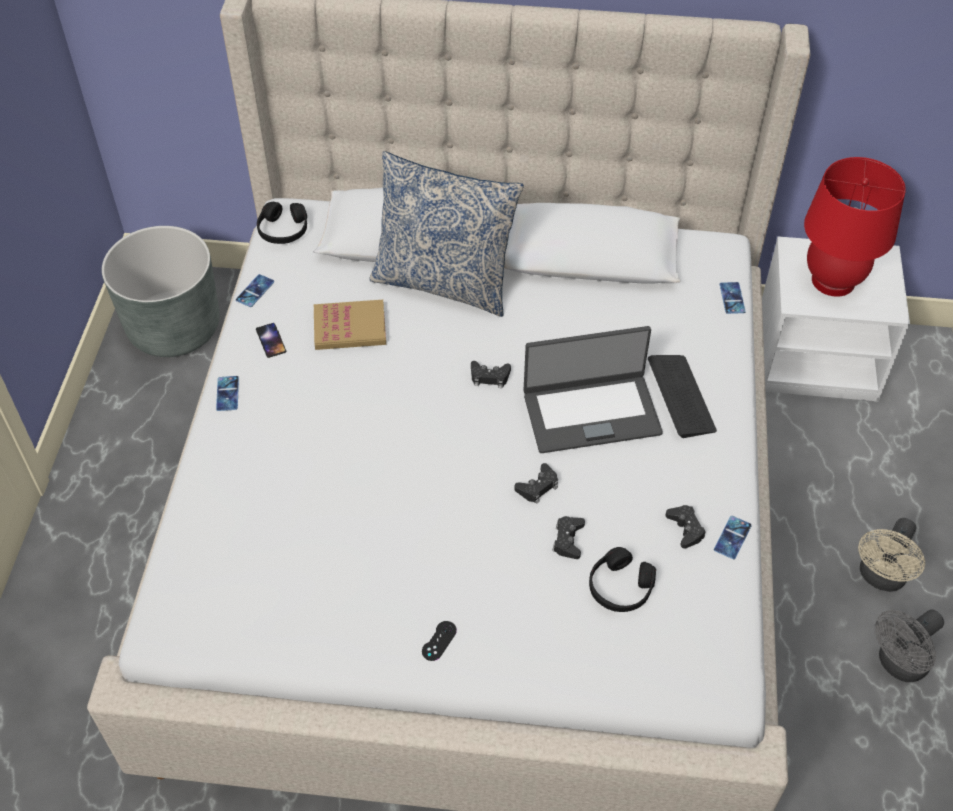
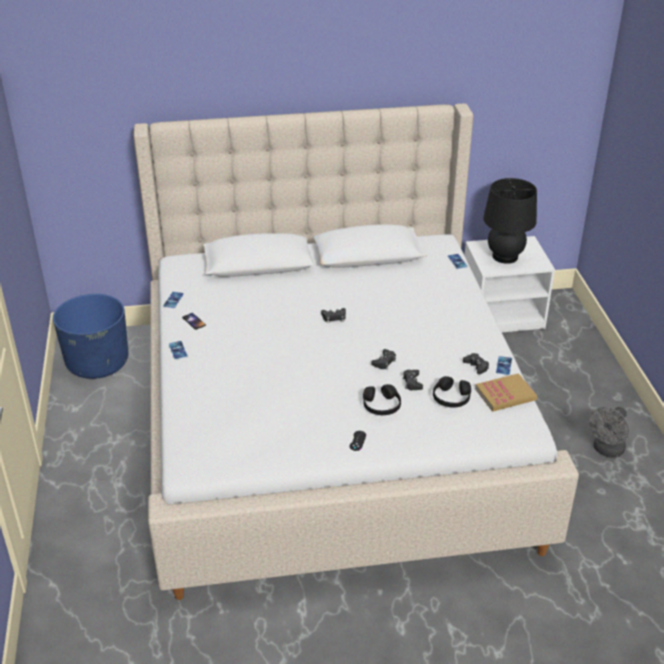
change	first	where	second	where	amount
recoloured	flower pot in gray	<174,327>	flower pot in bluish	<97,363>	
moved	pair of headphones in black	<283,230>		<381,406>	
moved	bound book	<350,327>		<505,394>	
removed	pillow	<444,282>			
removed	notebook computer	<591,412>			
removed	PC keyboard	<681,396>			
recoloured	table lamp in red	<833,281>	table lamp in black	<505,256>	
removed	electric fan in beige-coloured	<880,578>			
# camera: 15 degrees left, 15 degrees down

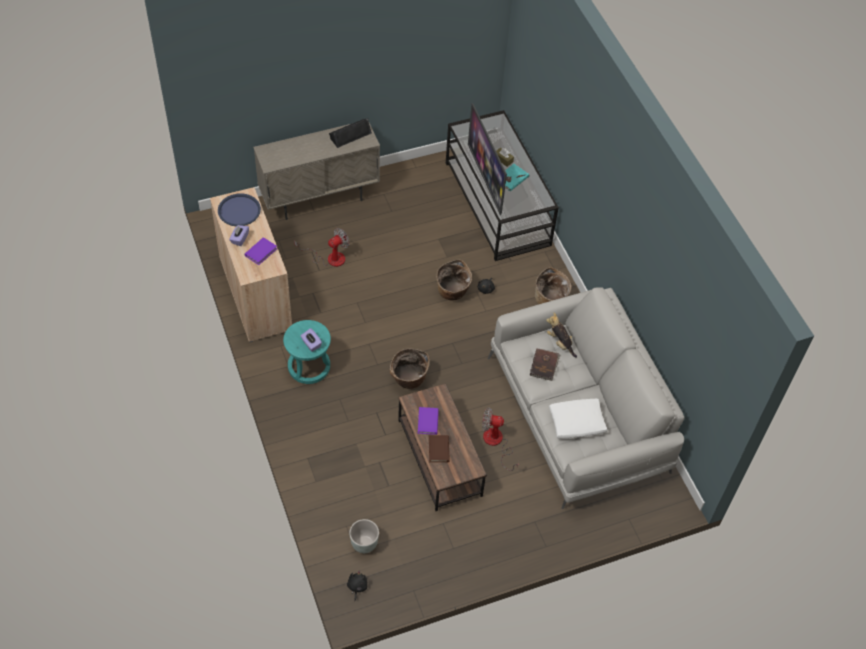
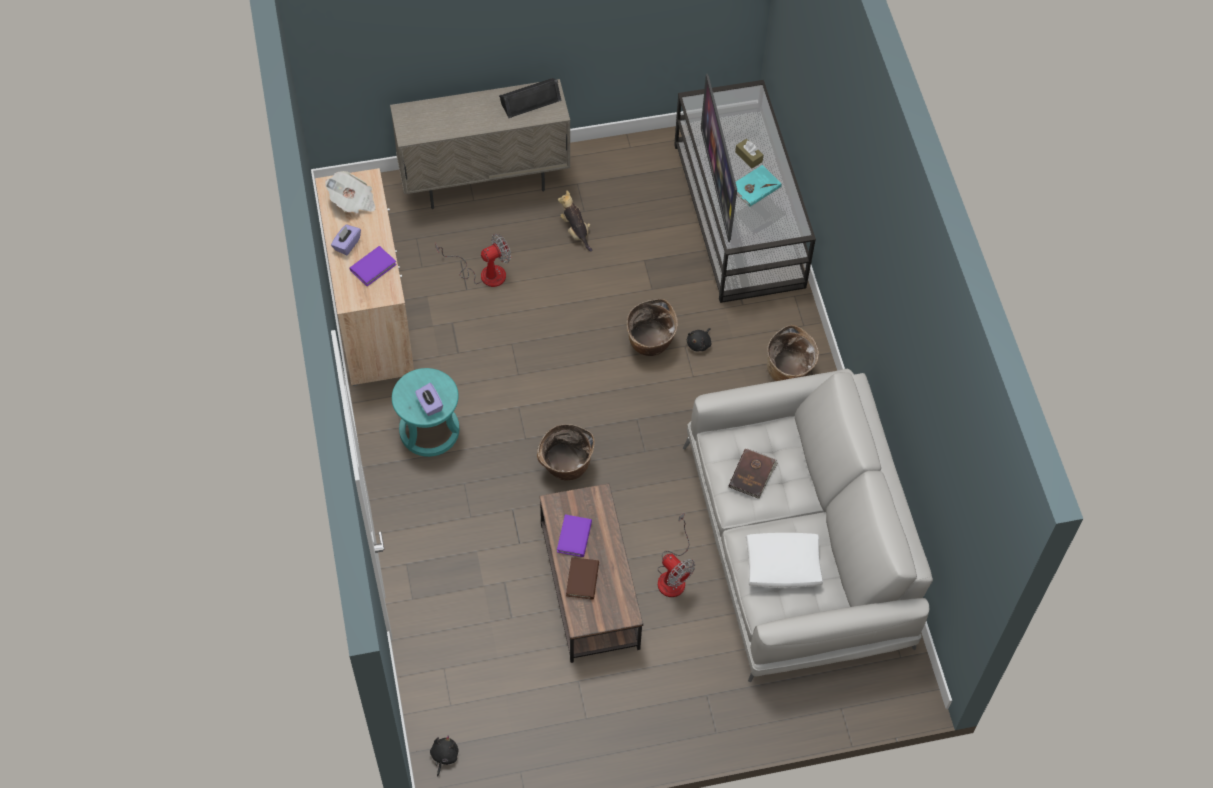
change	first	where	second	where	amount
replaced	carrying tray in bluish	<239,210>	daily paper	<353,201>	
removed	flower pot in gray	<364,544>			
turned	electric fan	<496,443>		<673,574>	150 degrees counterclockwise
moved	cuddly toy	<560,343>		<575,231>	
# camera: 10 degrees right, 5 degrees up

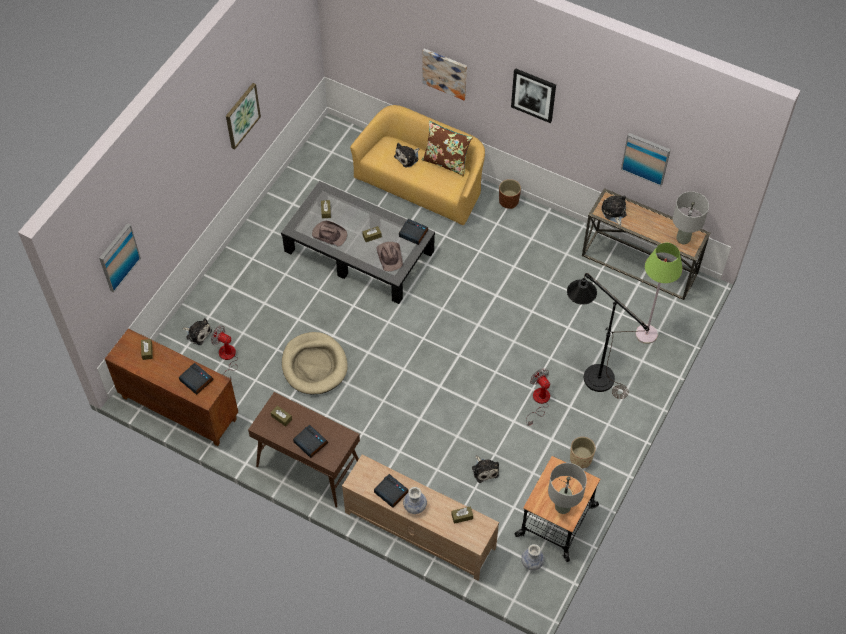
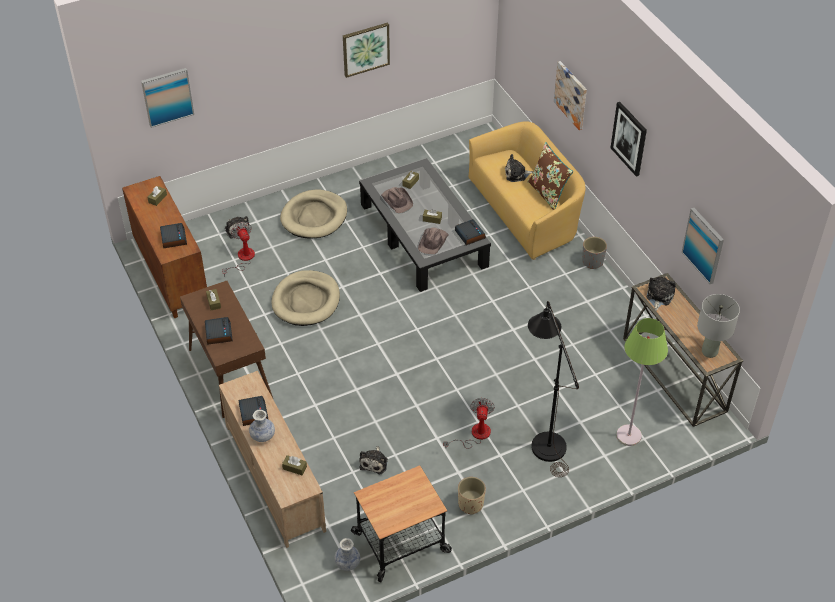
change	first	where	second	where	amount
recoloured	flower pot in brown	<509,201>	flower pot in gray	<592,262>	
removed	table lamp in gray	<562,507>			
added			dog cushion in beige-coloured	<314,217>	
# camera: 35 degrees right, 10 degrees down

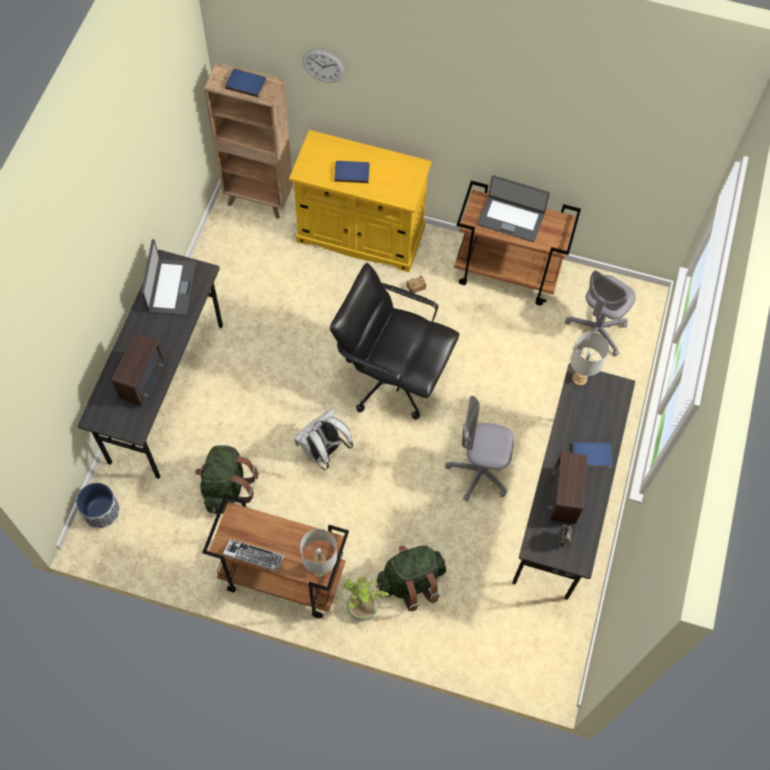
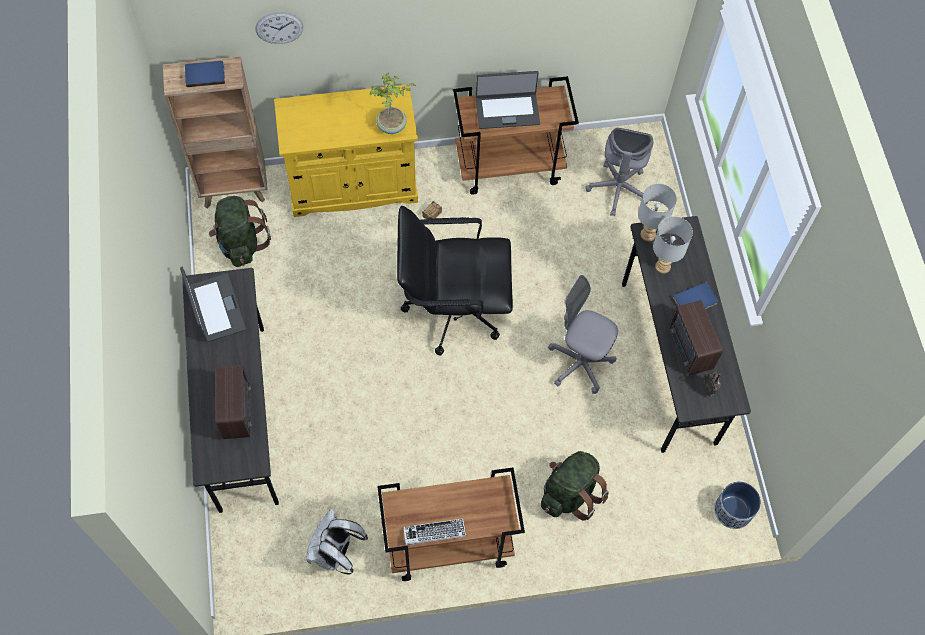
change	first	where	second	where	amount
moved	flower pot	<101,511>		<733,511>	
moved	knapsack in green	<226,487>		<241,243>	
moved	knapsack in white-coloured	<323,451>		<336,553>	
moved	table lamp in gray	<320,570>		<662,267>	
removed	bound book in bluish	<352,172>			
moved	potted plant	<362,608>		<392,126>	
turned	office chair in gray	<479,472>		<580,363>	45 degrees clockwise
# camera: 25 degrees left, 0 degrees up

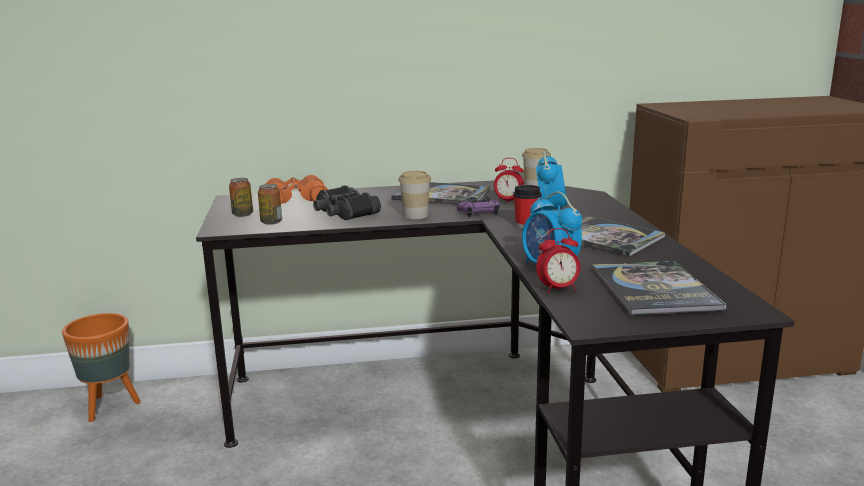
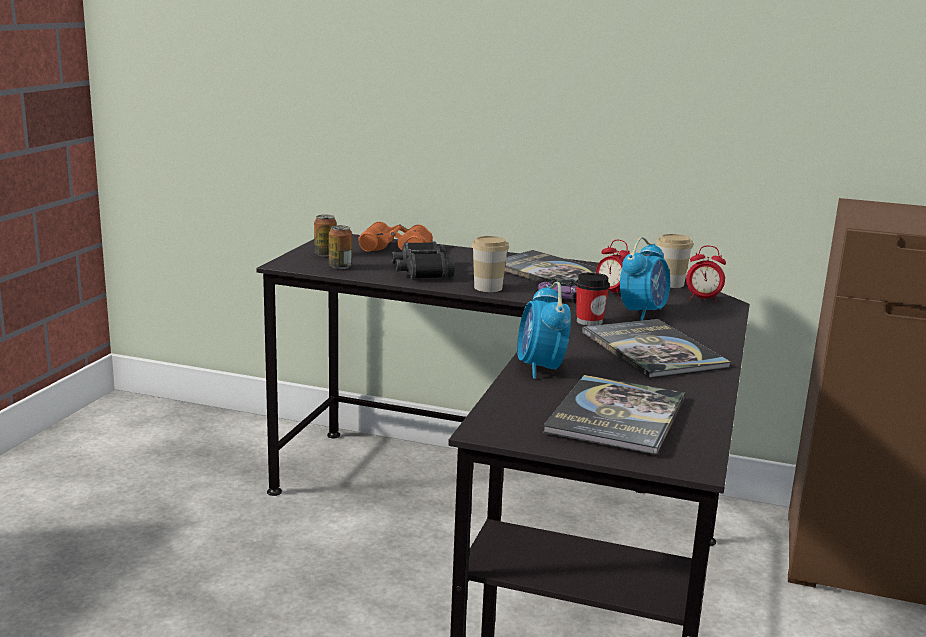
change	first	where	second	where	amount
removed	flower pot in orange-coloured	<110,407>			
moved	table clock	<558,289>		<703,299>	
# camera: 25 degrees right, 0 degrees up

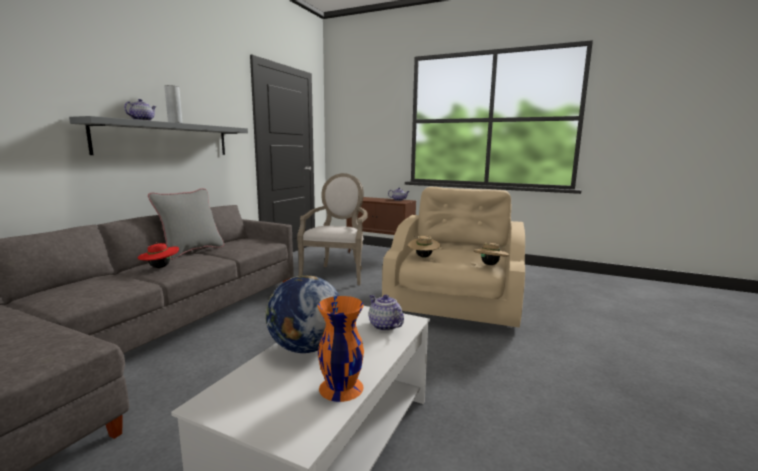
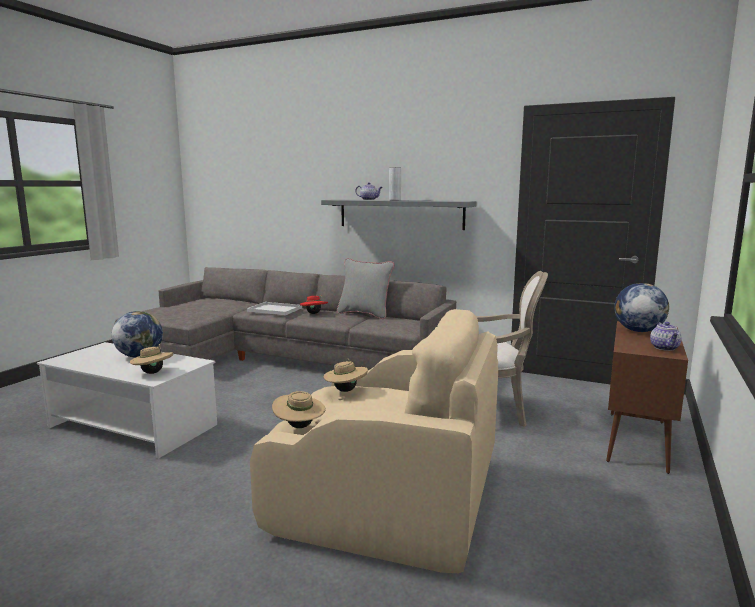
change	first	where	second	where	amount
removed	flower vase in orange-coloured	<340,387>			
replaced	teapot	<384,325>	wearable hat in beige-coloured	<153,372>	
added			carrying tray in white-coloured	<276,309>	
added			globe	<638,331>	
# camera: 90 degrees right, 0 degrees up

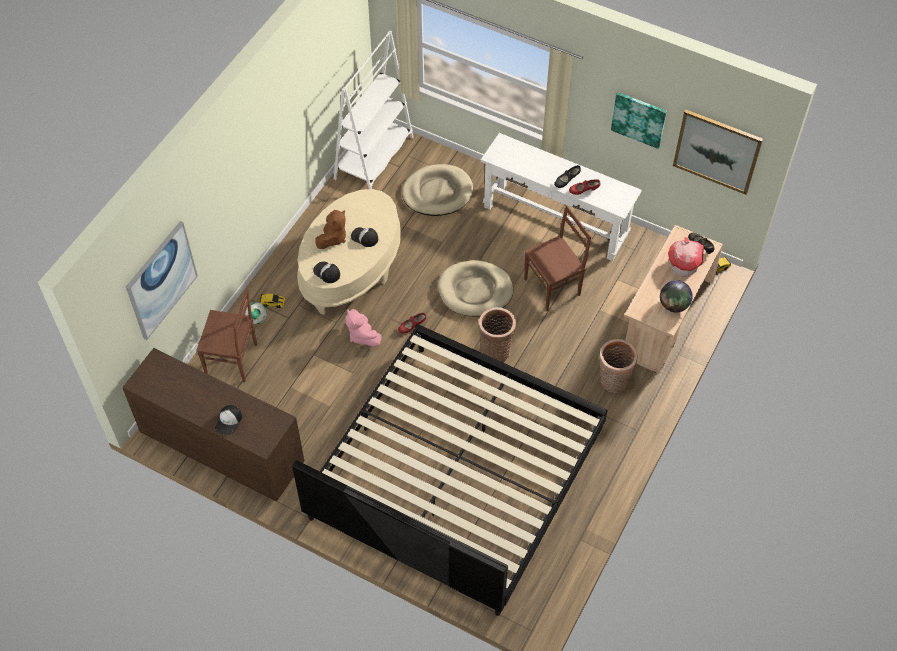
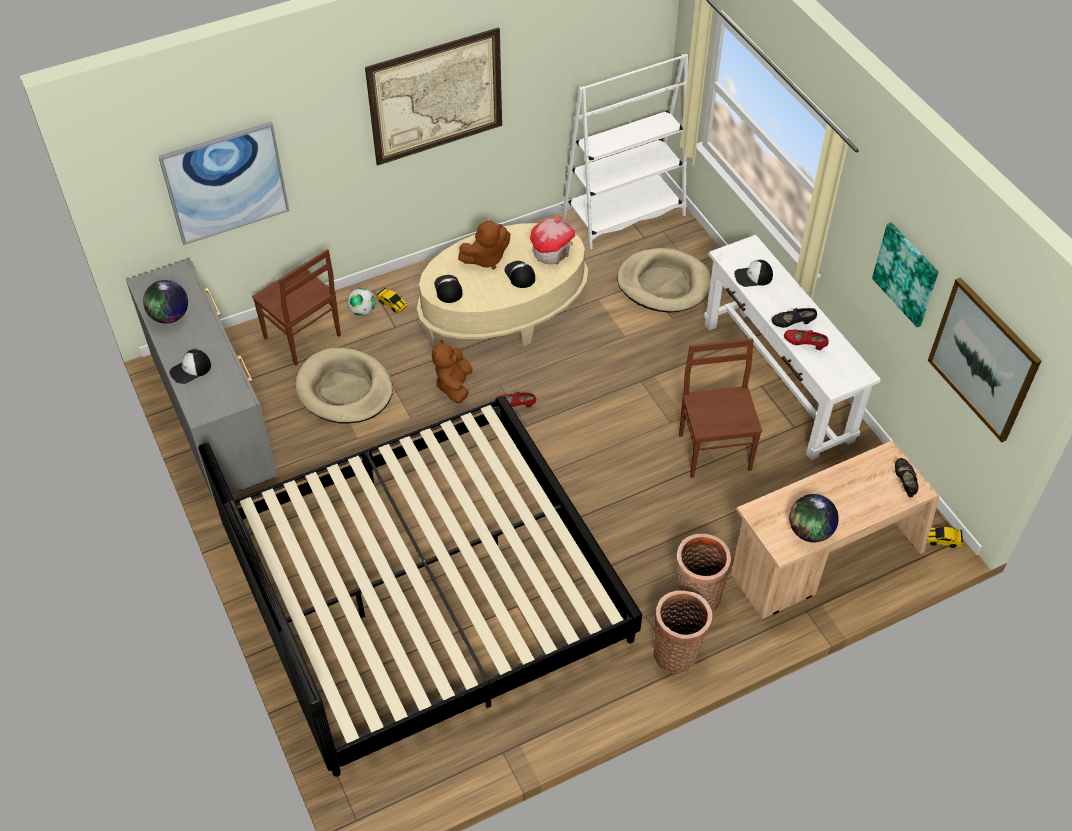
change	first	where	second	where	amount
recoloured	dresser in brown	<222,449>	dresser in gray	<214,418>	
recoloured	cuddly toy in pink-coloured	<362,335>	cuddly toy in brown	<454,386>	
moved	dog cushion in beige-coloured	<475,291>		<344,389>	
moved	storage basket	<495,350>		<677,652>	
turned	plain chair in brown	<553,286>		<714,450>	105 degrees counterclockwise
moved	toy house	<683,265>		<551,252>	
added			globe	<170,316>	
added			wall art	<436,96>	
added			peaked cap	<753,277>	
# camera: 35 degrees right, 5 degrees down

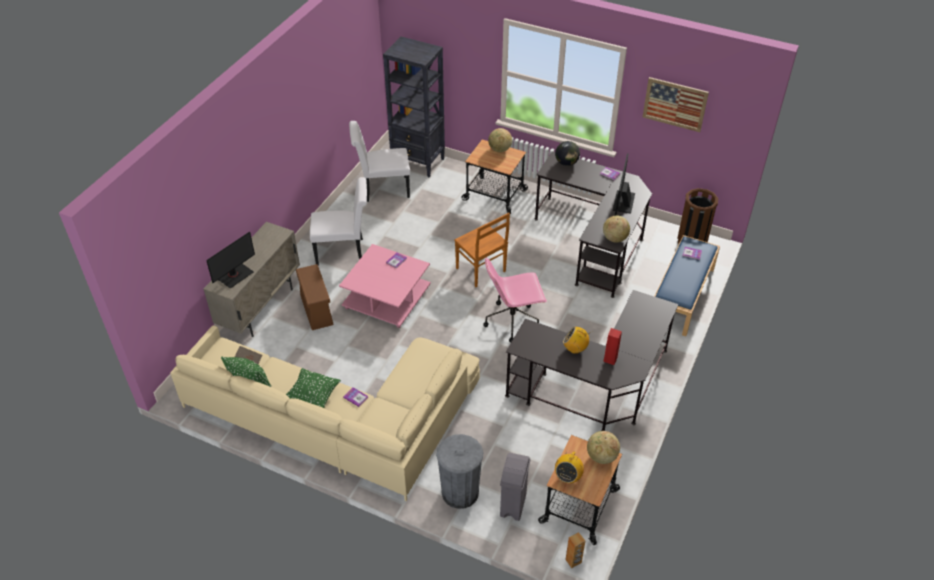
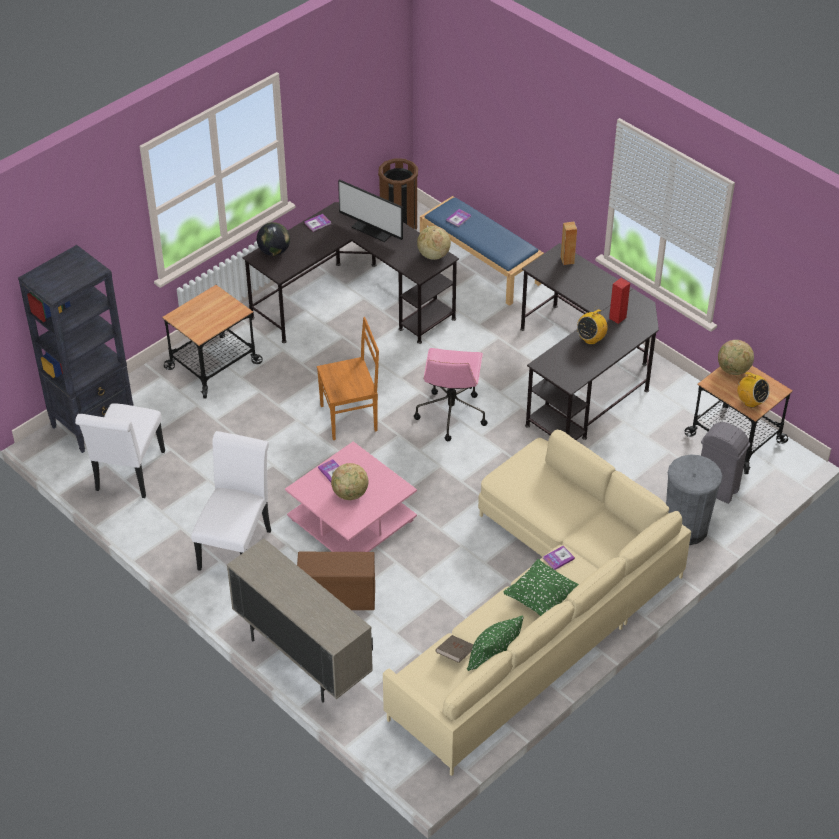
change	first	where	second	where	amount
removed	monitor	<235,275>			
moved	globe	<499,149>		<350,494>	
moved	audio speaker in brown	<573,561>		<567,260>	
removed	wall art	<675,104>			
# camera: 70 degrees left, 0 degrees up

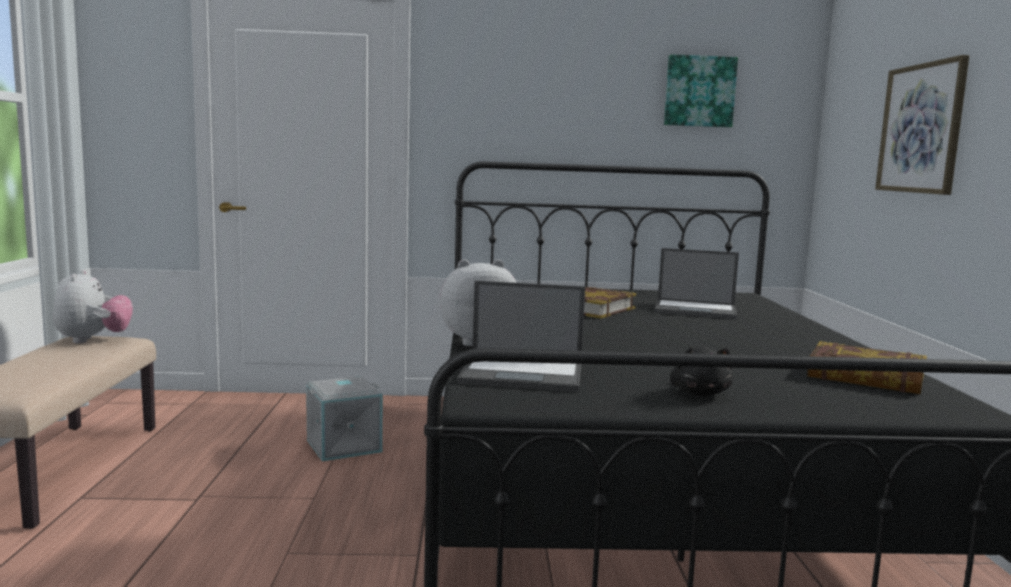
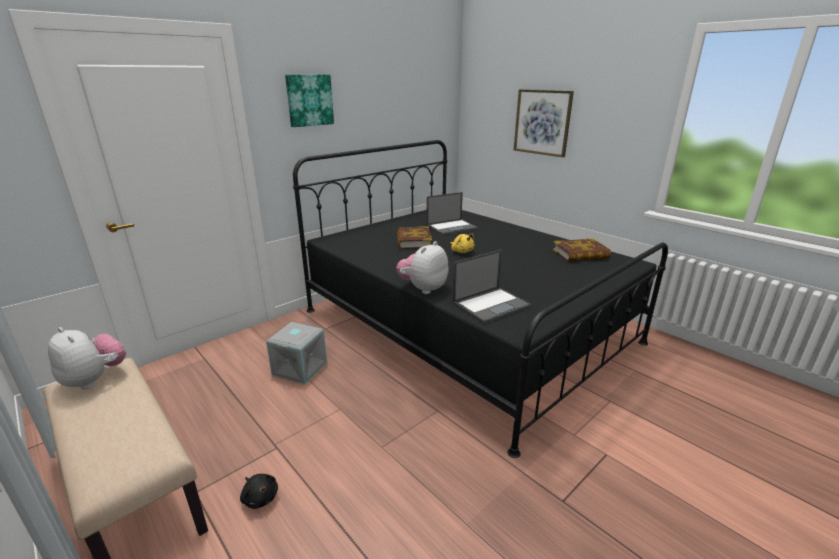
change	first	where	second	where	amount
moved	wall art	<699,91>		<309,100>	
moved	cuddly toy in black	<699,393>		<260,497>	
added			cuddly toy in yellowish	<461,251>	
# camera: 40 degrees left, 15 degrees up

